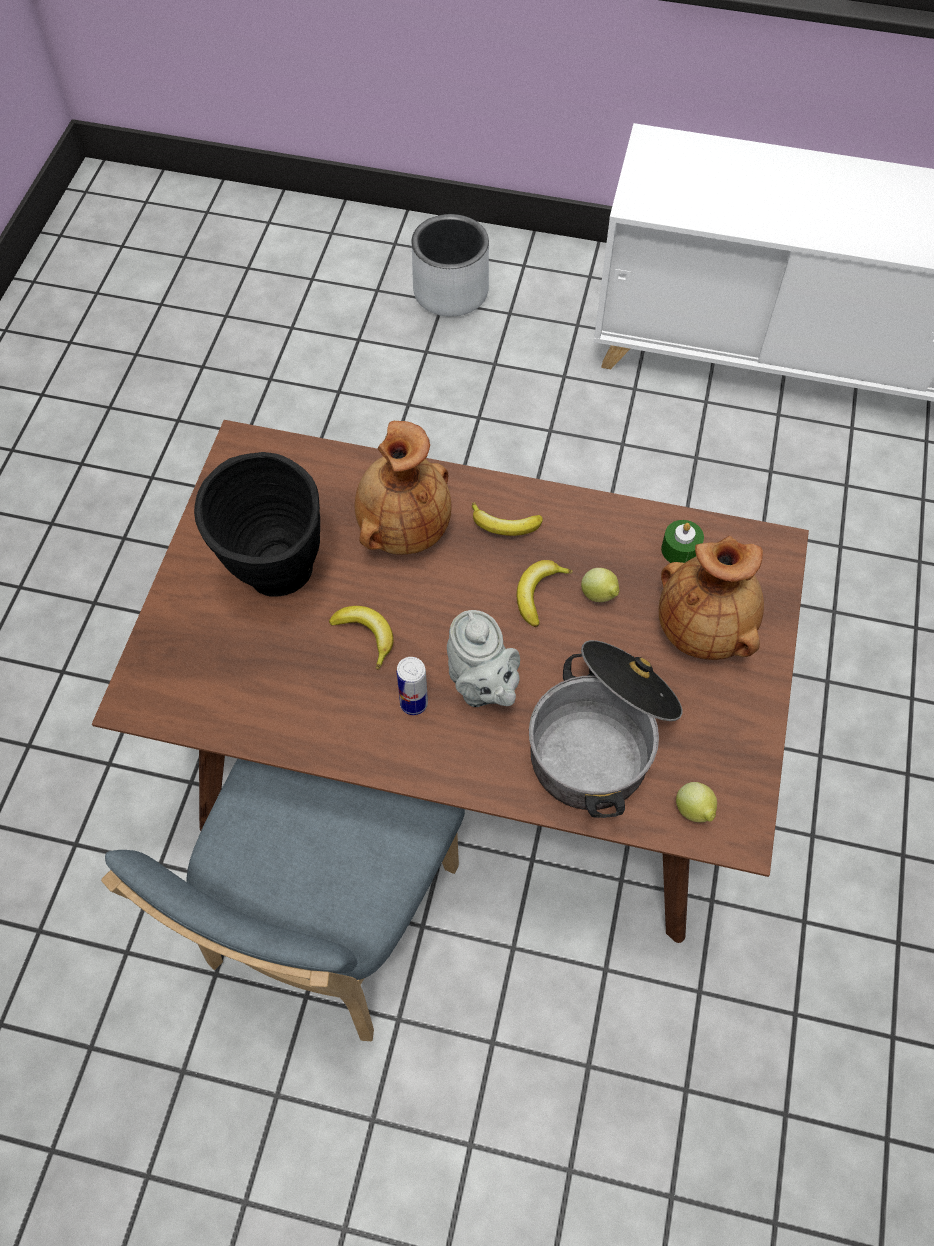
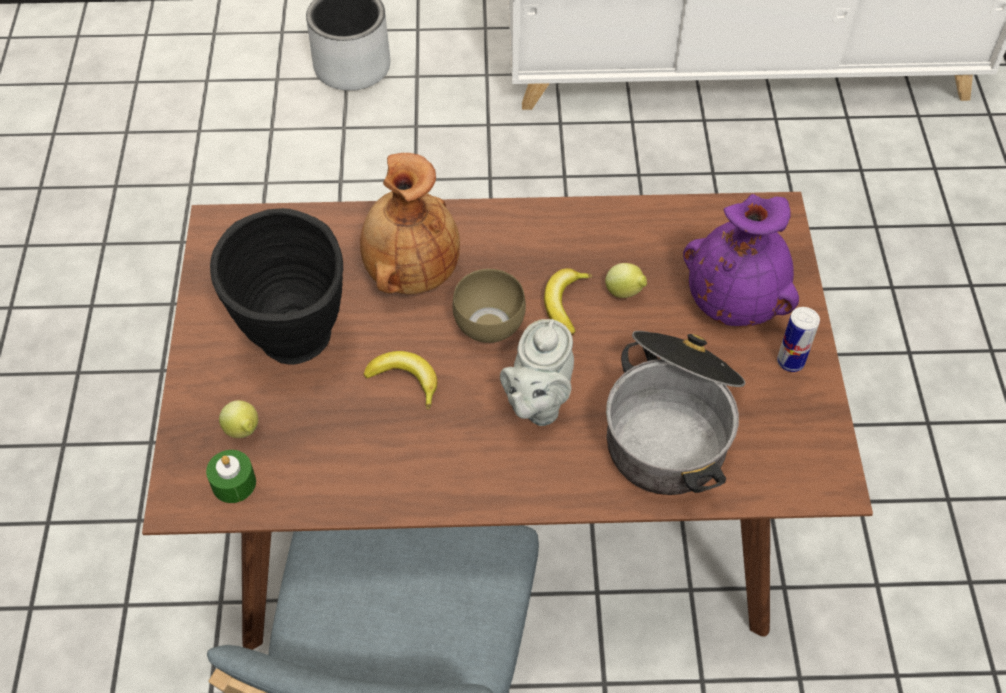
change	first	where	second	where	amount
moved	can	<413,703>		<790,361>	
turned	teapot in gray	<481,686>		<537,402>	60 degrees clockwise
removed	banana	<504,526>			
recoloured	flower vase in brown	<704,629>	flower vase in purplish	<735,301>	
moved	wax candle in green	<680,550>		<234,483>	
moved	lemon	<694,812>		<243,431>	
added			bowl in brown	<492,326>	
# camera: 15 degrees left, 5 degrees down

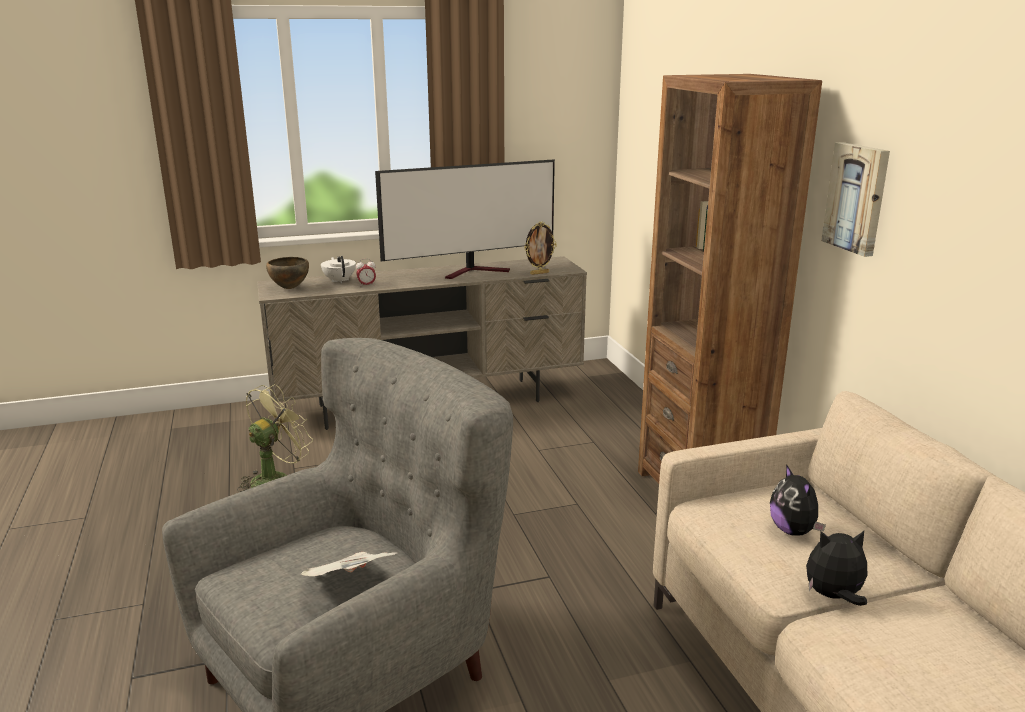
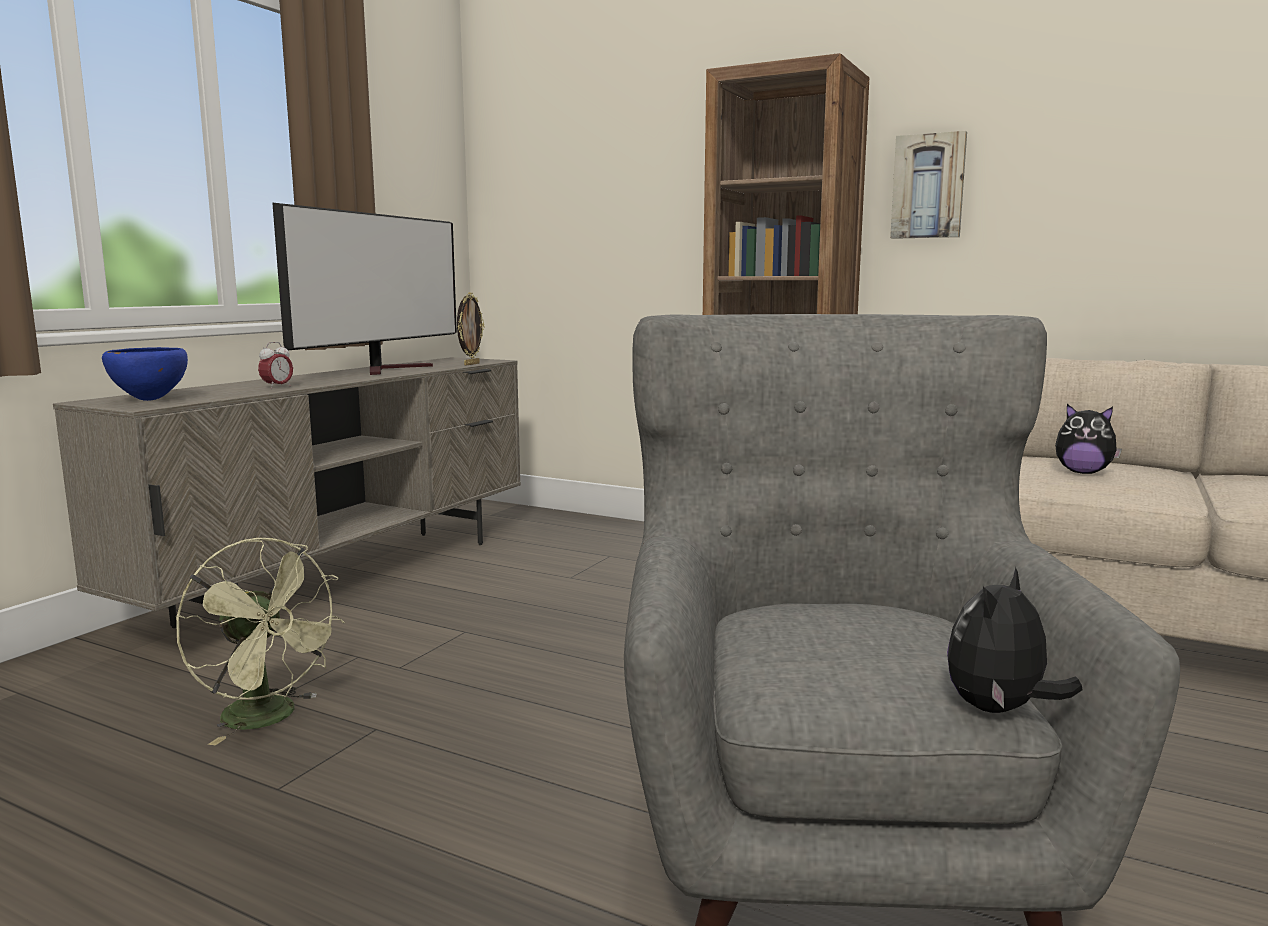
change	first	where	second	where	amount
turned	electric fan in green	<276,478>		<270,718>	135 degrees clockwise
recoloured	bowl in brown	<289,288>	bowl in bluish	<149,400>	
removed	daily paper	<351,584>			
removed	teapot in white-coloured	<339,280>			
moved	cuddly toy	<833,597>		<999,710>	
# camera: 45 degrees left, 10 degrees down

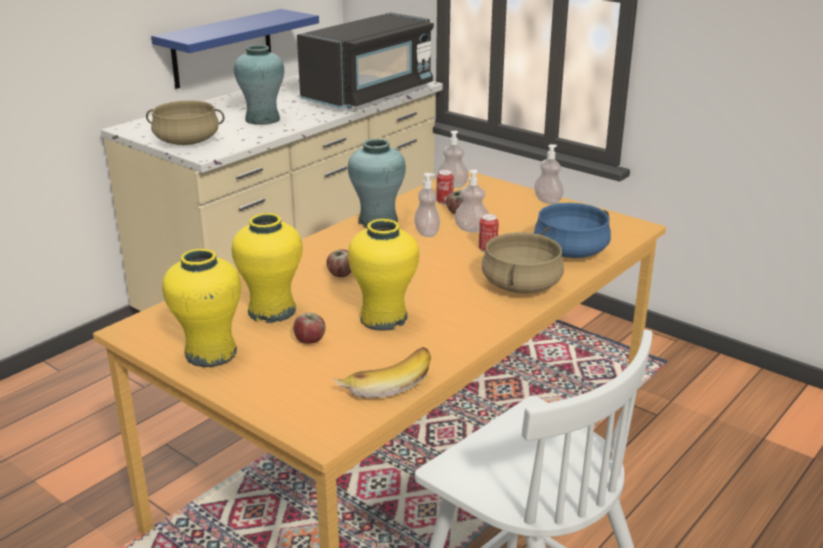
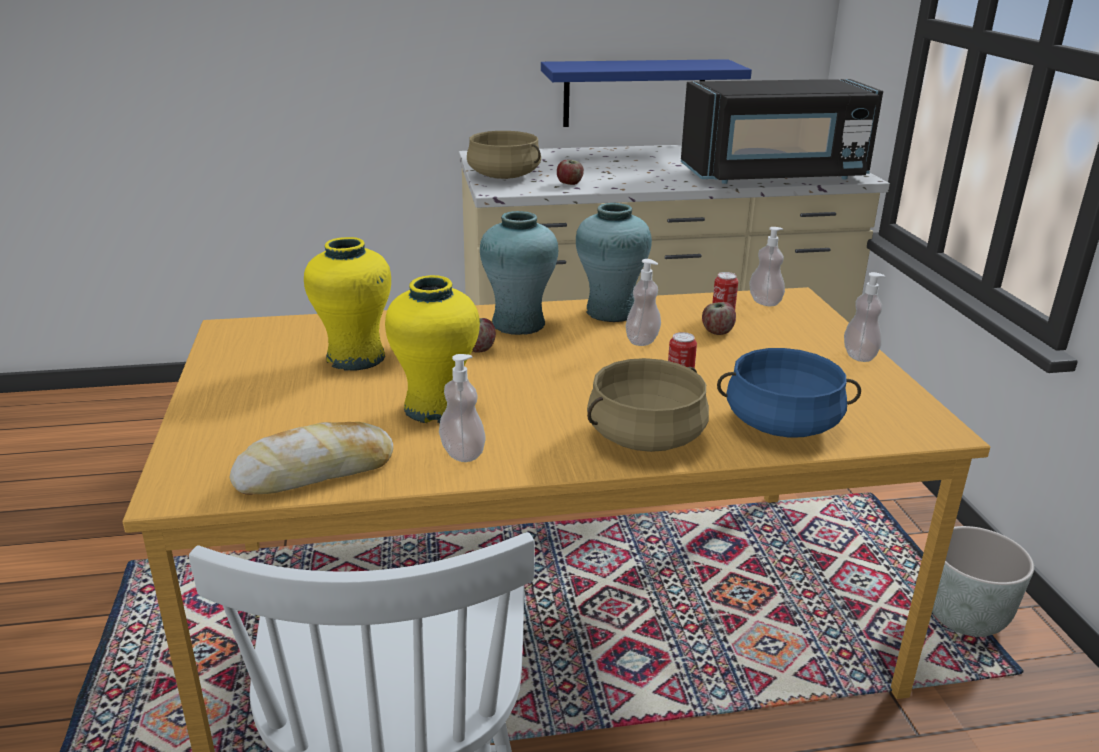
change	first	where	second	where	amount
removed	flower vase in yellowish	<210,354>			
moved	flower vase in turquoise	<262,119>		<518,324>	
moved	apple	<310,341>		<570,184>	
replaced	banana	<385,383>	bread	<315,472>	
moved	soap bottle	<471,229>		<462,453>	
added			flower pot in gray	<965,619>	
# camera: 40 degrees right, 0 degrees up

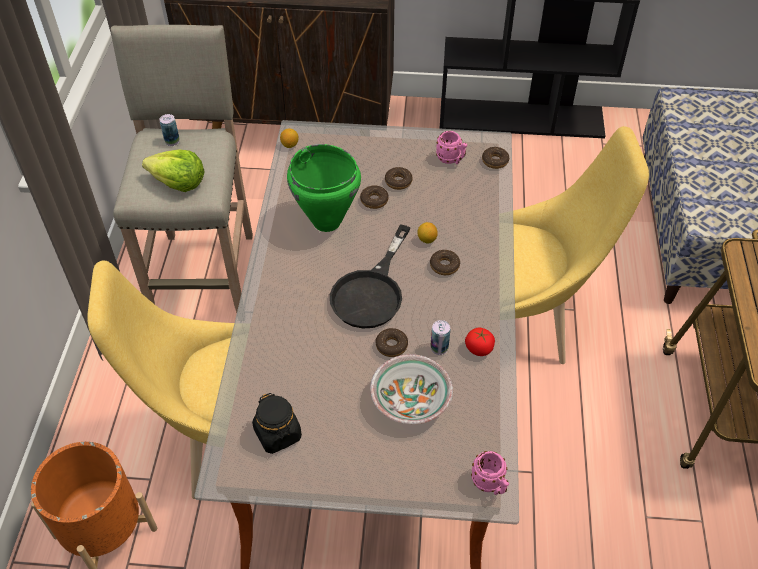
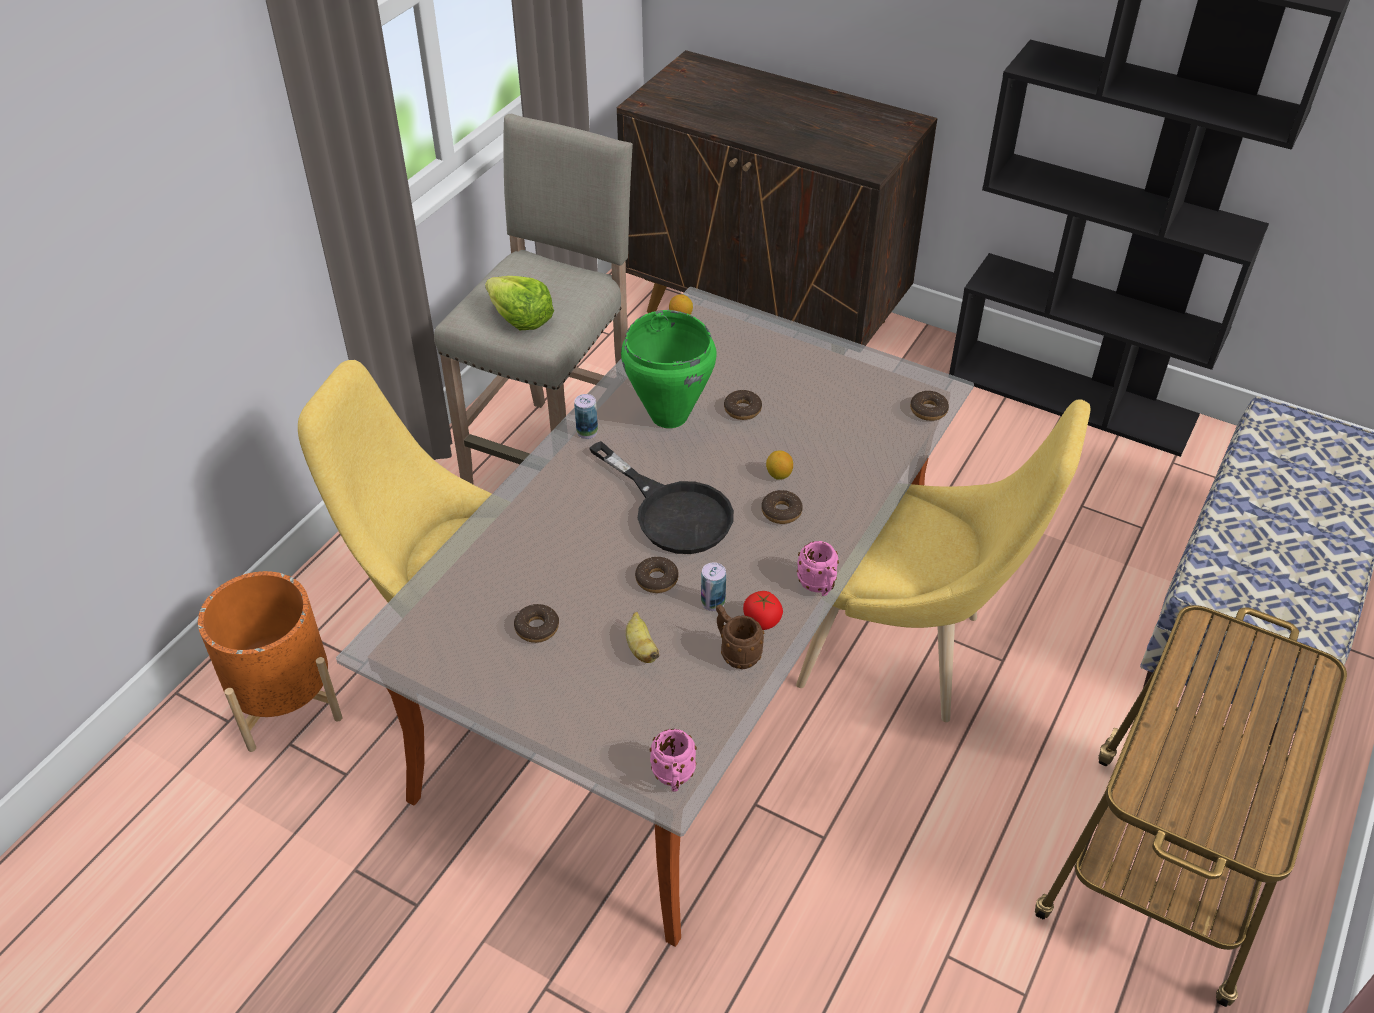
change	first	where	second	where	amount
moved	can	<172,141>		<587,432>	
removed	preserve jar in black	<278,434>			
turned	skillet in black	<372,291>		<672,511>	90 degrees counterclockwise
replaced	bowl	<411,400>	banana	<641,648>	
moved	ring doughnut	<398,181>		<537,628>	
moved	mug in pink-coloured	<451,160>		<819,586>	
added			mug in brown	<736,653>	
# camera: 25 degrees right, 5 degrees down

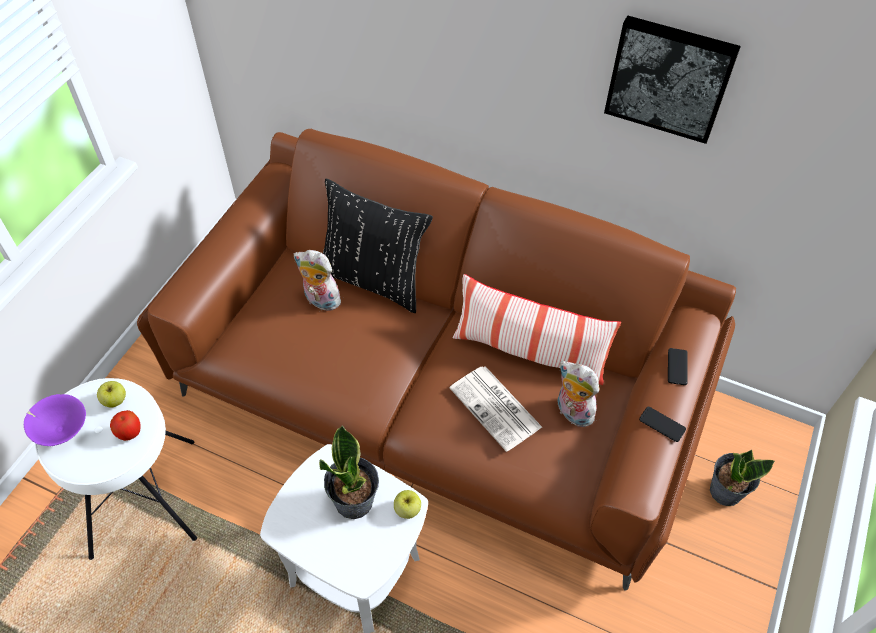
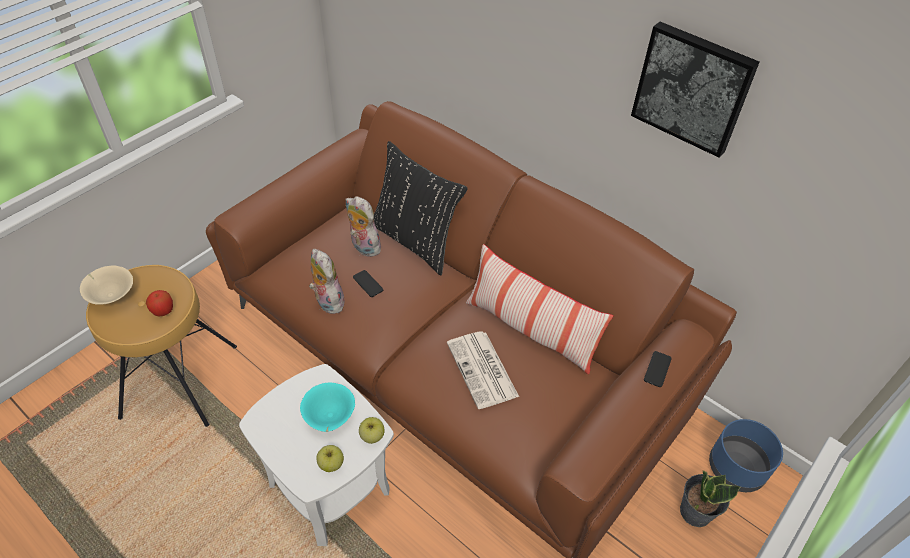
change	first	where	second	where	amount
recoloured	bowl in purplish	<61,429>	bowl in beige-coloured	<111,295>	
recoloured	sitting stool in white-coloured	<142,498>	sitting stool in brown	<178,381>	
moved	apple	<115,400>		<331,464>	
replaced	potted plant	<355,501>	bowl in turquoise	<329,417>	
moved	cuddly toy	<571,412>		<327,301>	
moved	phone	<662,424>		<368,284>	
added			flower pot in bluish	<737,468>	
# camera: 15 degrees right, 5 degrees down

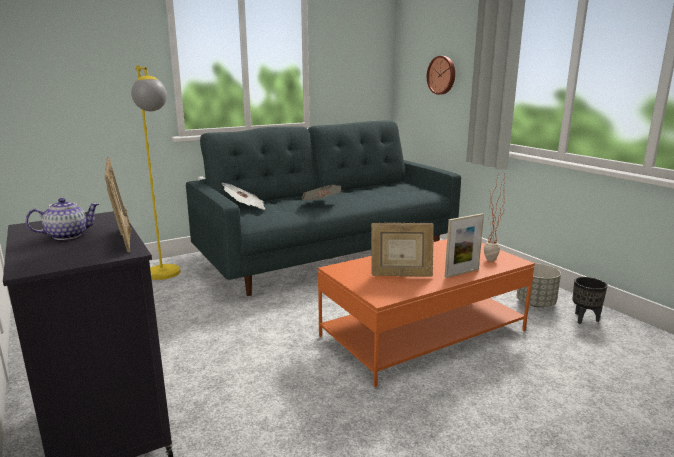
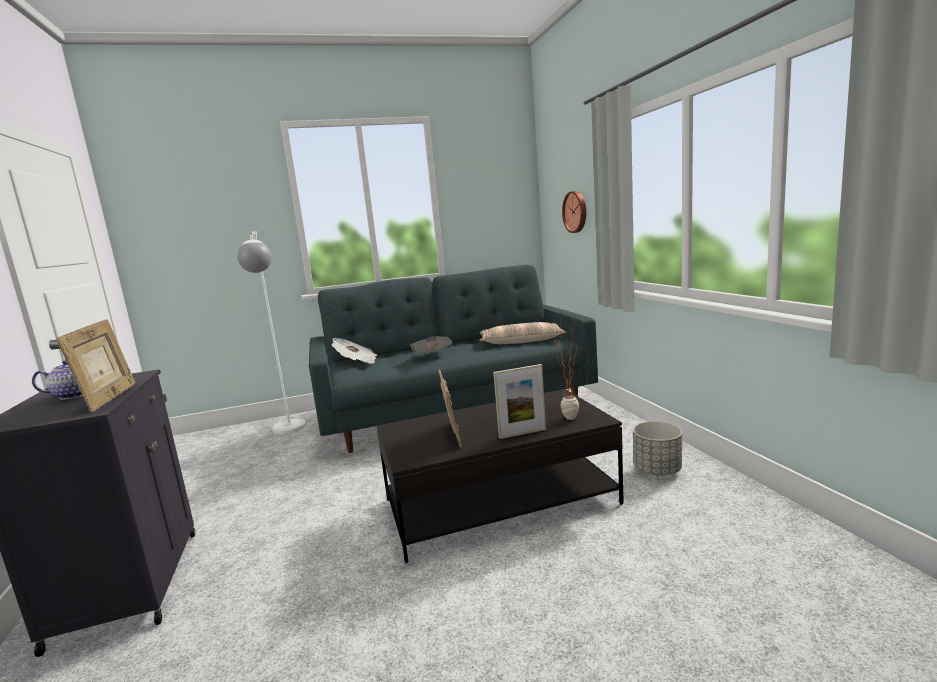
change	first	where	second	where	amount
recoloured	standard lamp in yellowish	<166,277>	standard lamp in white-coloured	<289,432>	
recoloured	low table in orange-coloured	<423,333>	low table in black	<500,501>	
turned	photo frame	<401,275>		<452,435>	120 degrees counterclockwise
removed	flower pot in black	<585,319>			
added			pillow	<521,341>	
# camera: 15 degrees right, 5 degrees down

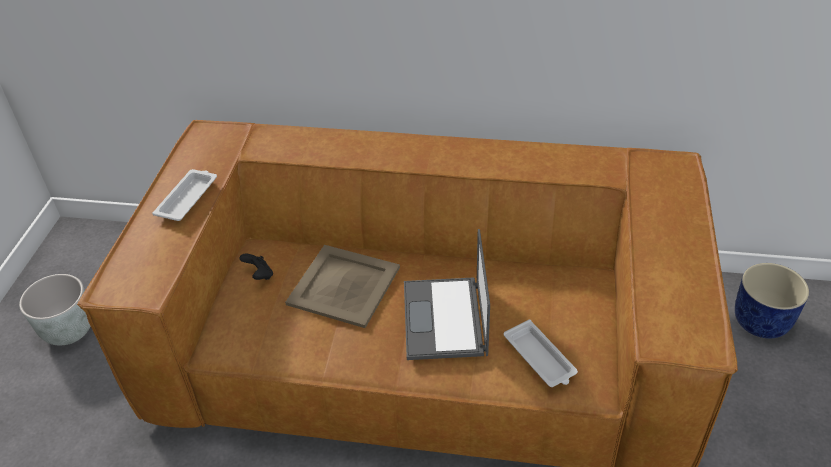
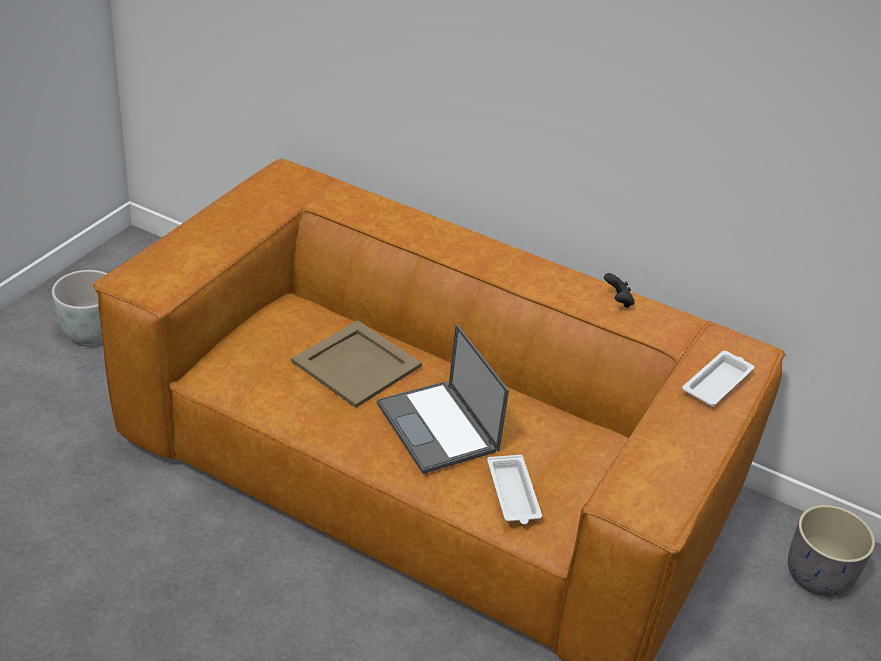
change	first	where	second	where	amount
moved	carrying tray in white-coloured	<188,198>		<717,382>	
moved	joypad in black	<259,275>		<618,301>	
turned	notebook computer	<445,319>		<438,428>	45 degrees counterclockwise
recoloured	flower pot in bluish	<761,321>	flower pot in gray	<819,575>	
# camera: 15 degrees right, 5 degrees down

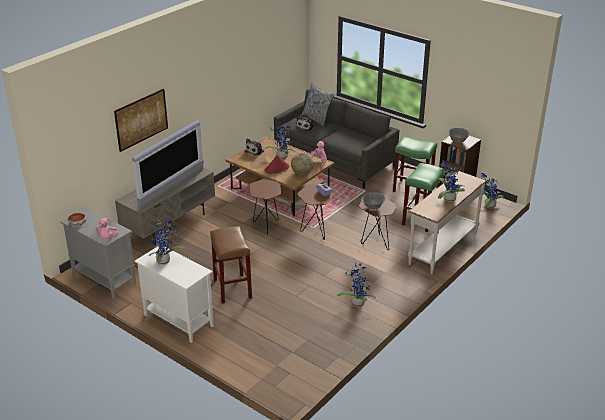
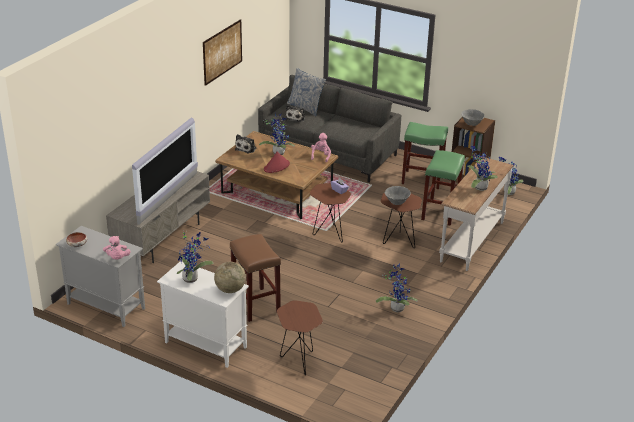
change	first	where	second	where	amount
moved	wall art	<141,119>		<222,52>	
moved	accent table in brown	<266,224>		<299,360>	
moved	globe	<302,173>		<230,289>	
# camera: 10 degrees left, 0 degrees up

